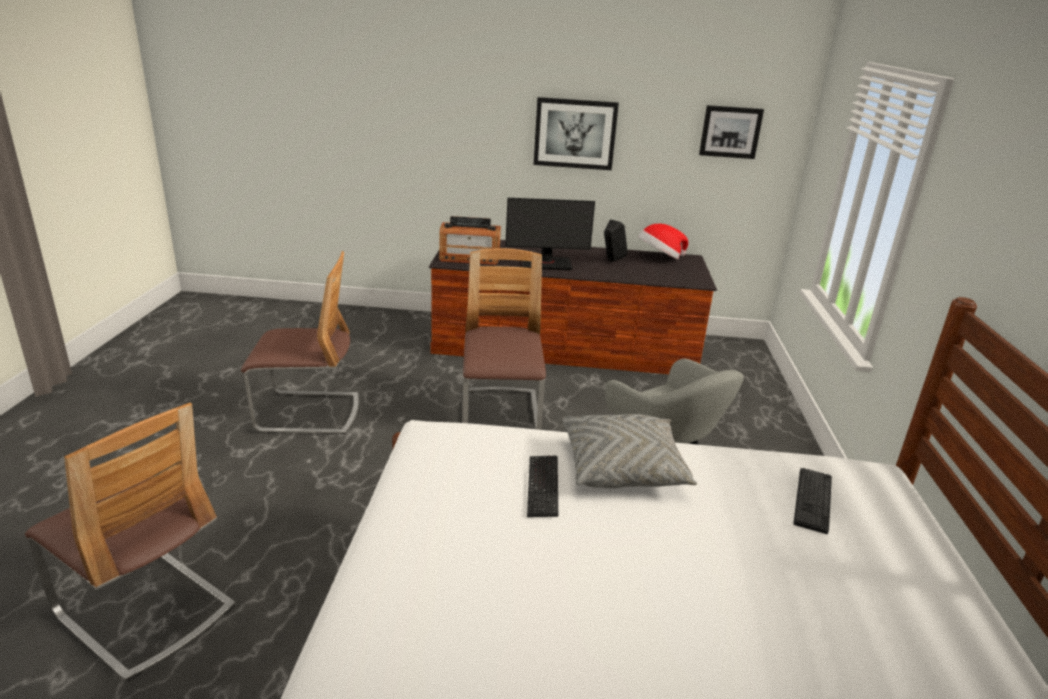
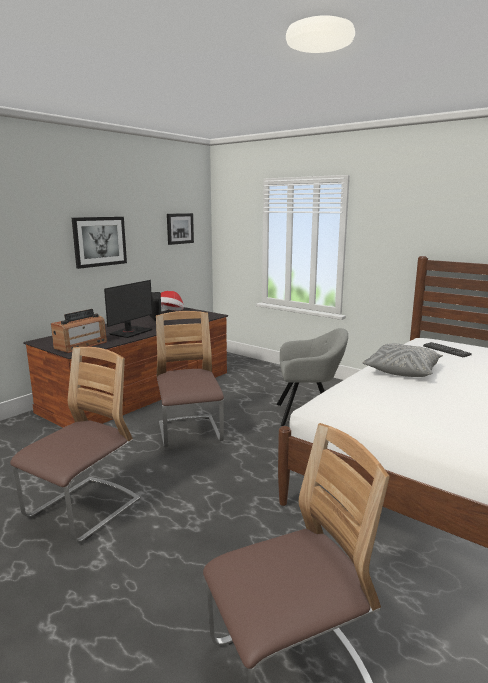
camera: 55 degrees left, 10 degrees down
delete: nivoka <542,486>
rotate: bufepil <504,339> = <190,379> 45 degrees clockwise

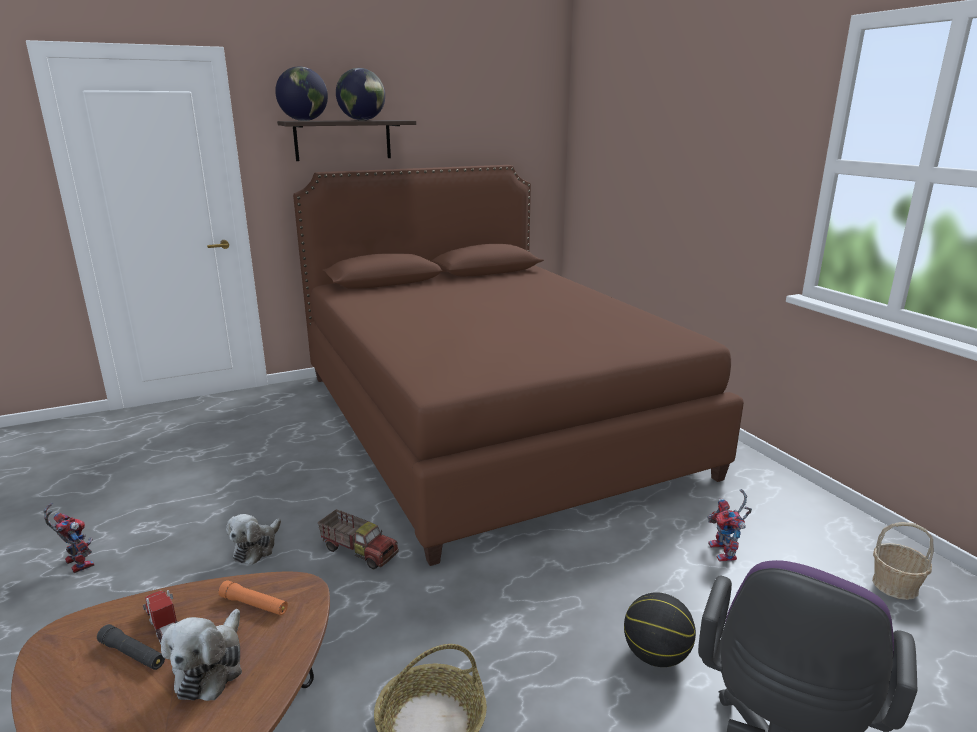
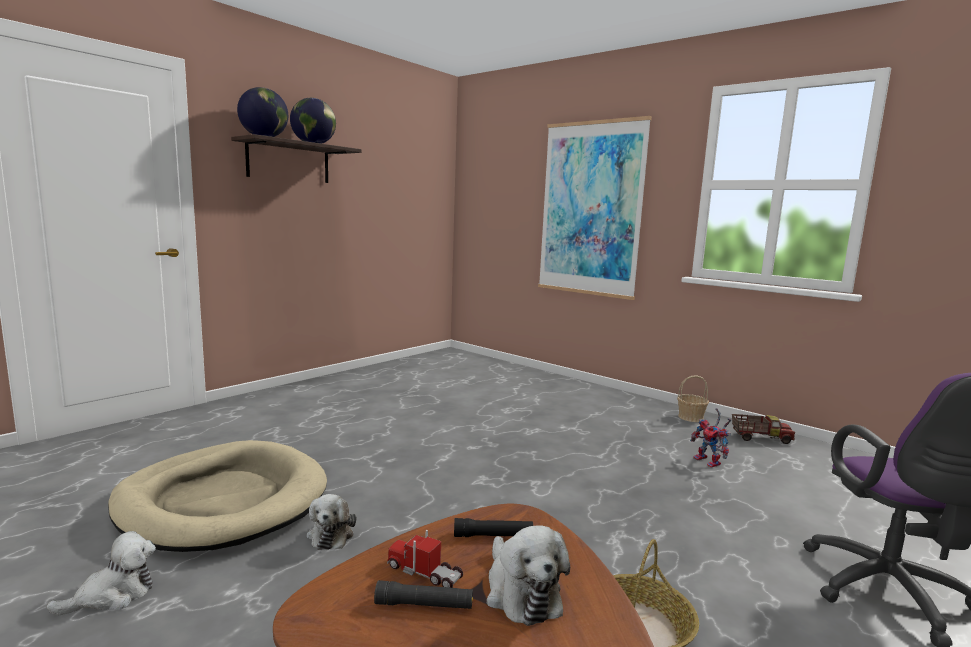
camera: 25 degrees left, 10 degrees down
delete: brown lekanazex <518,365>; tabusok <660,629>
insert: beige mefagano <217,496>; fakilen <595,208>
move: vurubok <358,539> to <763,429>; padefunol <903,561> to <693,398>
replace: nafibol <69,538> to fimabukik <101,573>
recolor: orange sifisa <253,597> to black sifisa <493,527>

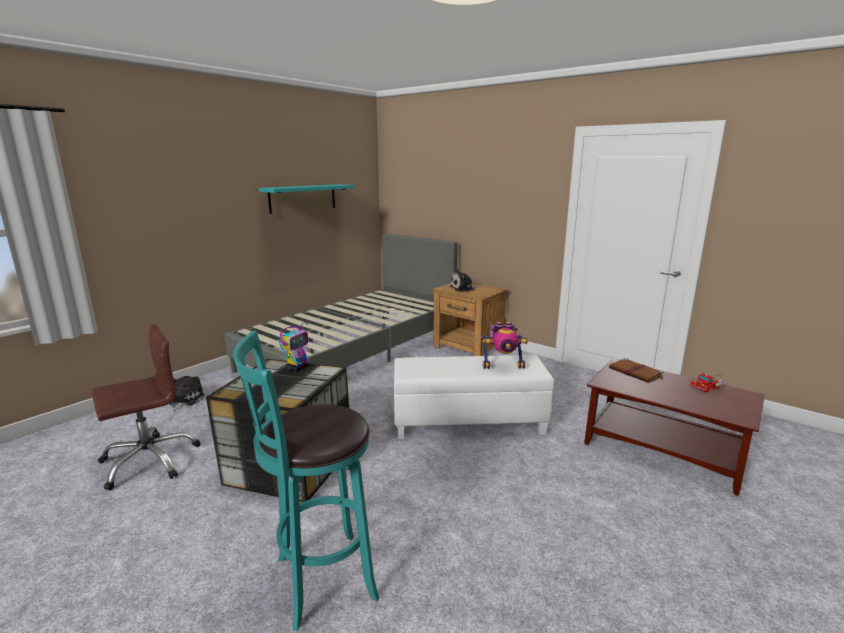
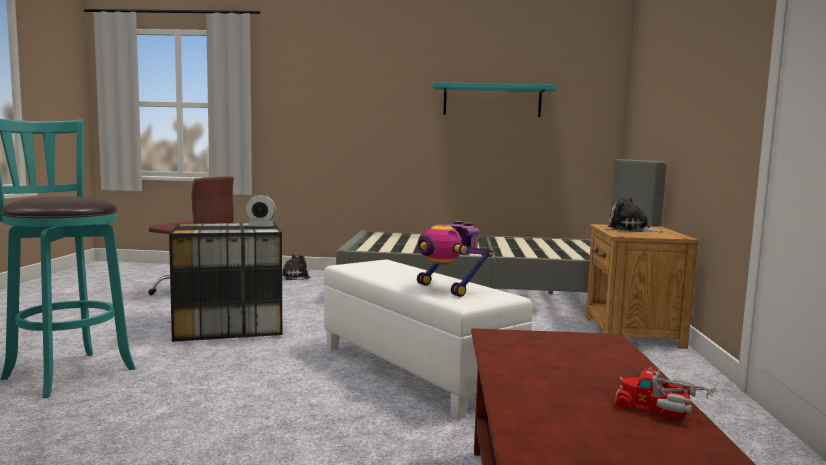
camera: 55 degrees right, 10 degrees down
delete: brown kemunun <636,370>
replace: nafibol <294,347> to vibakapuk <260,211>

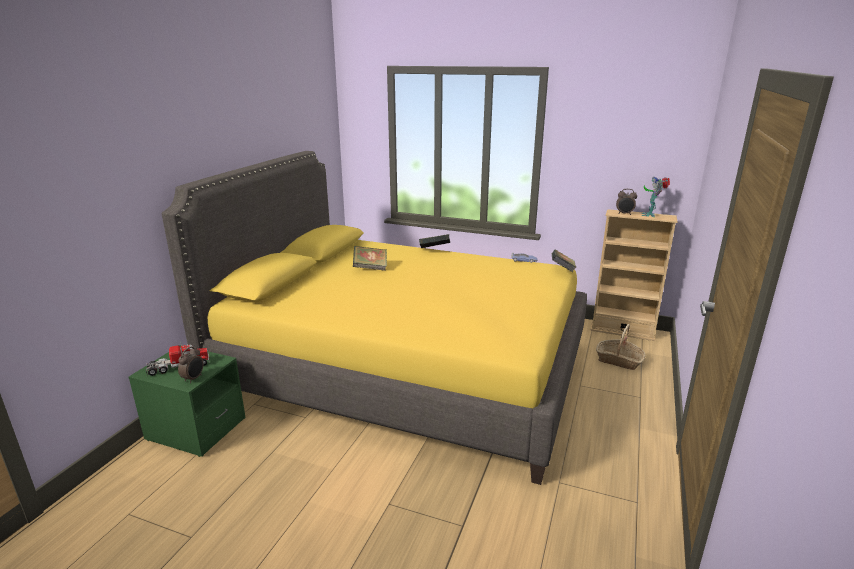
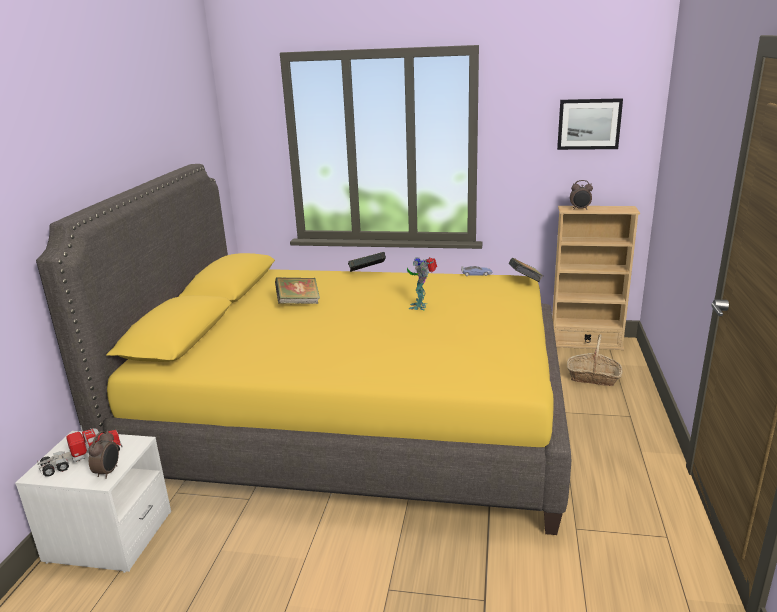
camera: 10 degrees left, 0 degrees up
insert: fakilen <590,124>
move: nafibol <656,197> to <422,283>
recolor: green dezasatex <187,401> to white dezasatex <93,502>

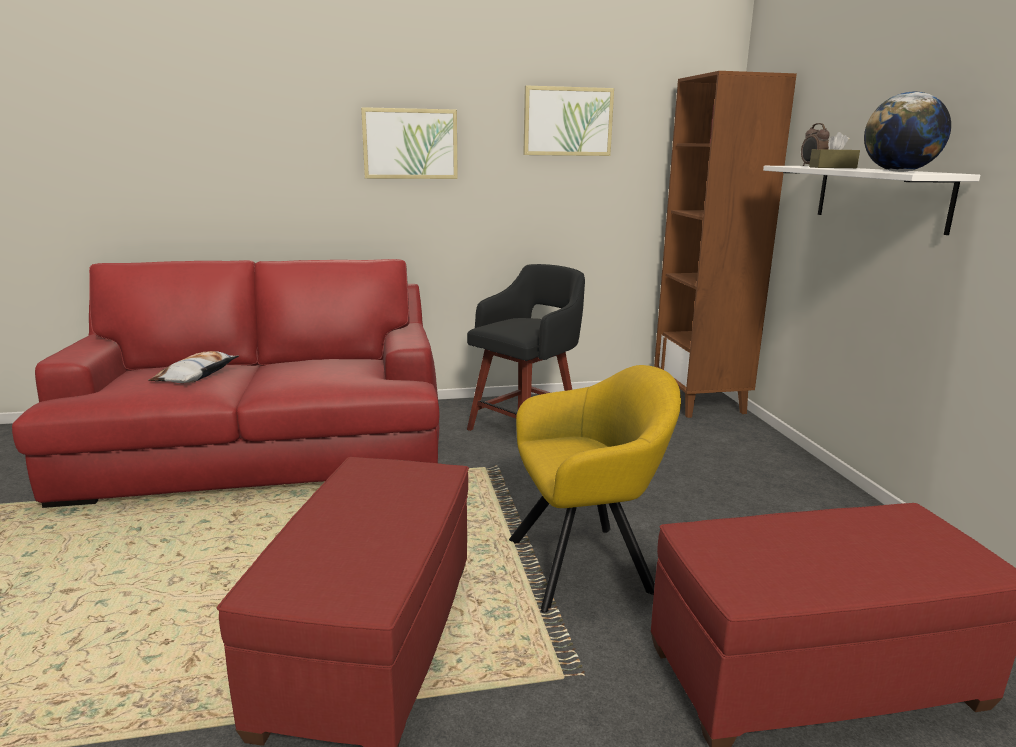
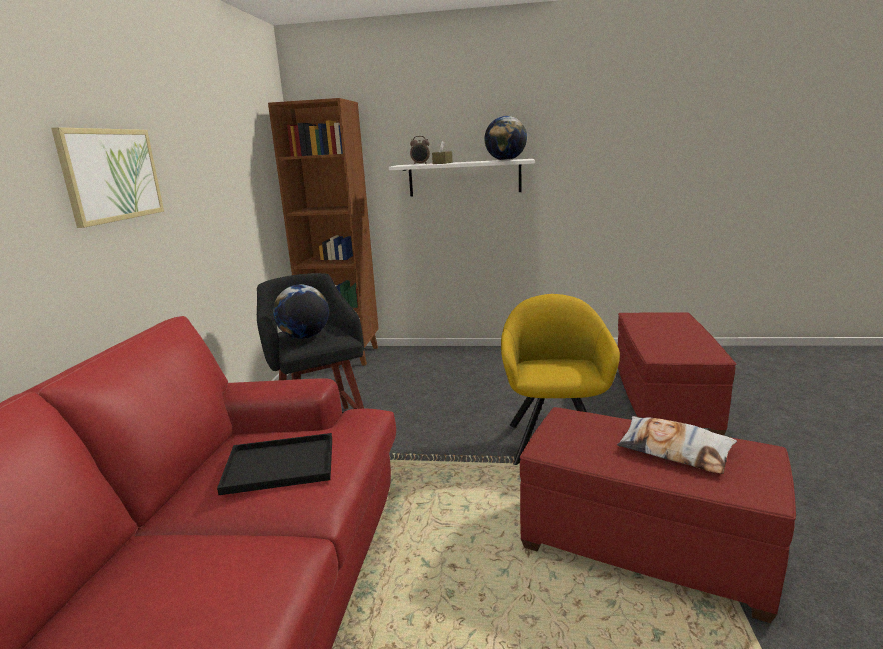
camera: 70 degrees left, 0 degrees up
delete: fakilen <568,121>
insert: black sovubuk <274,464>; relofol <301,312>
move: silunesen <193,367> to <677,445>

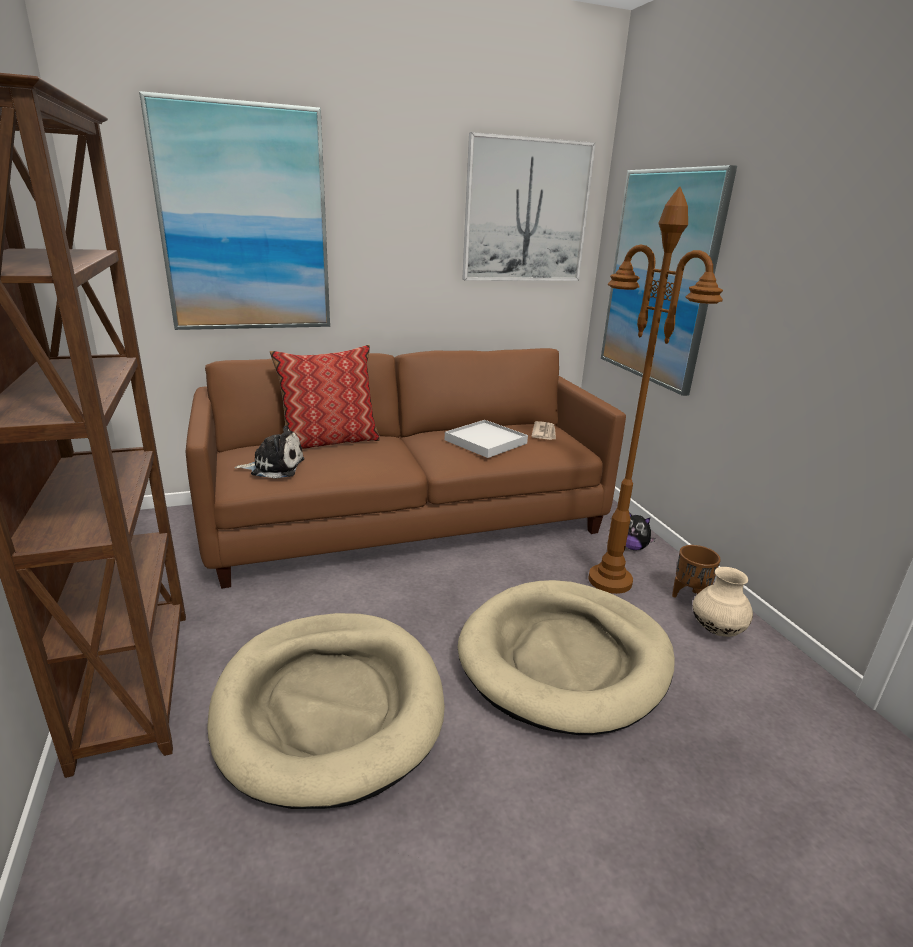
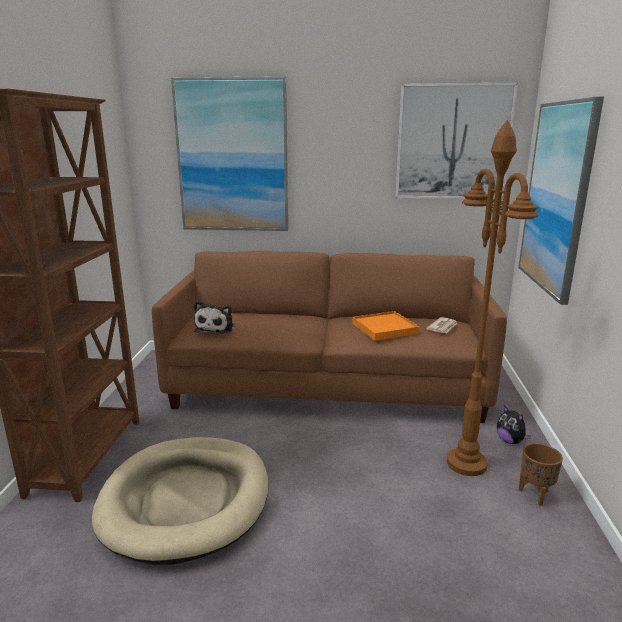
camera: 25 degrees right, 5 degrees down
delete: silunesen <325,397>; beige mefagano <566,657>; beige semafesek <723,602>
recolor: white sovubuk <486,439> to orange sovubuk <386,326>
rotate: fimabukik <269,452> = <214,317> 75 degrees clockwise

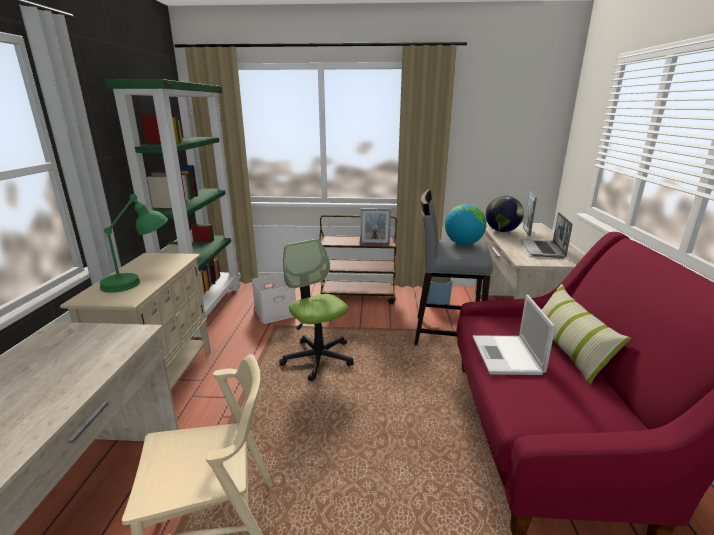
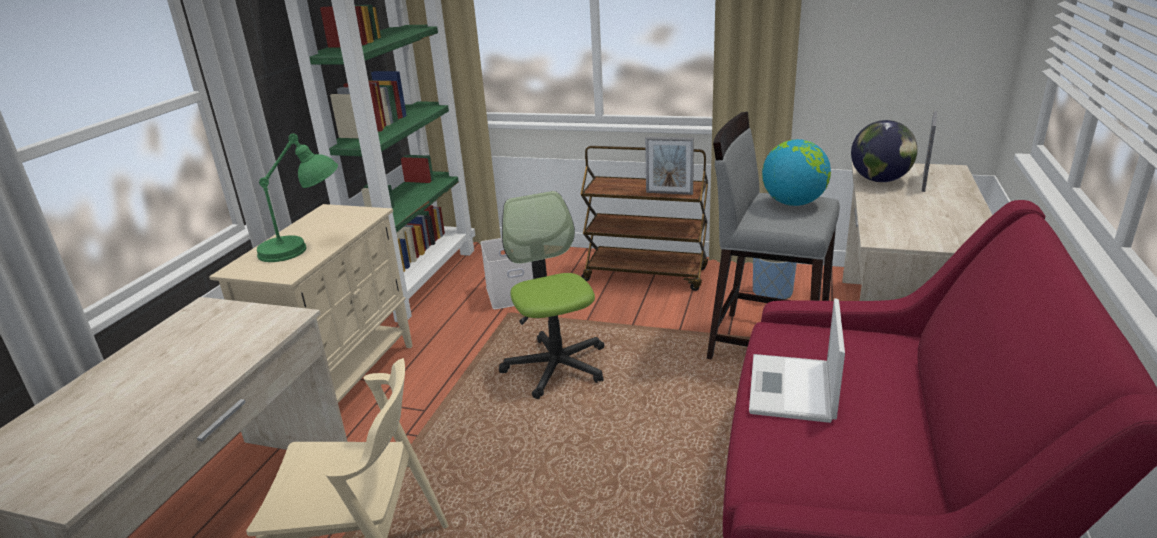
camera: 15 degrees right, 5 degrees up
delete: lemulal <546,235>; silunesen <586,334>

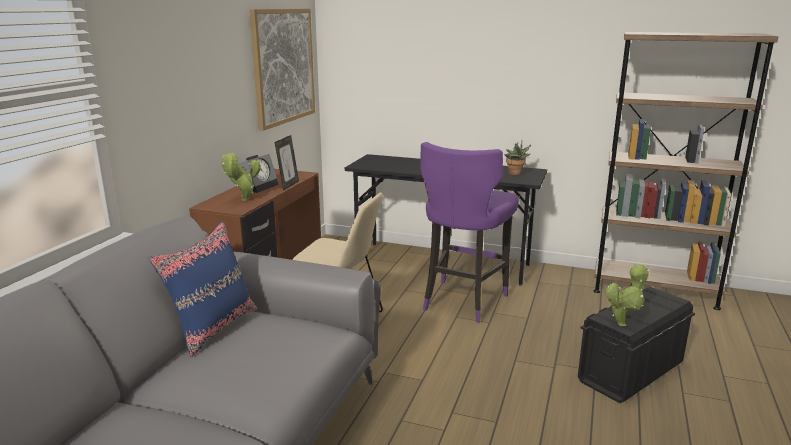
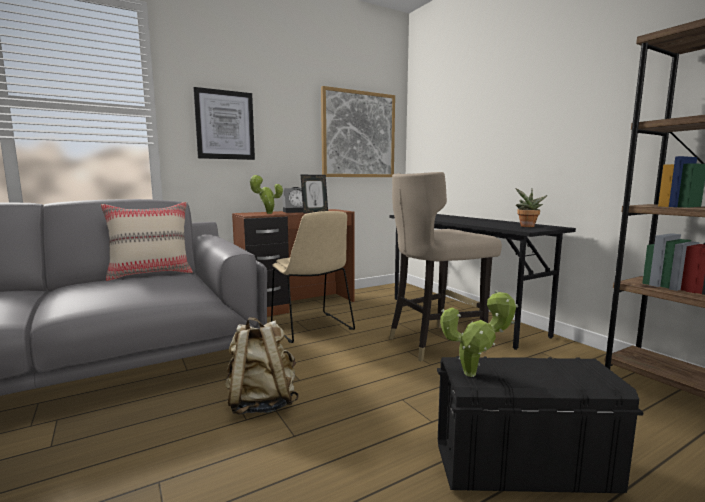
camera: 40 degrees right, 10 degrees down
insert: fakilen <224,123>; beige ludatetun <262,366>
recolor: blue silunesen <203,289> to beige silunesen <147,241>; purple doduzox <469,232> to beige doduzox <445,266>

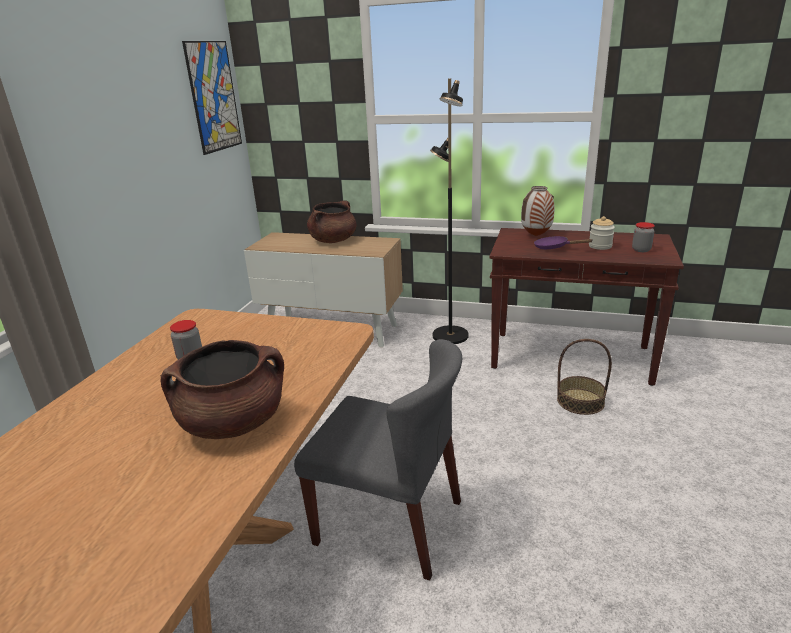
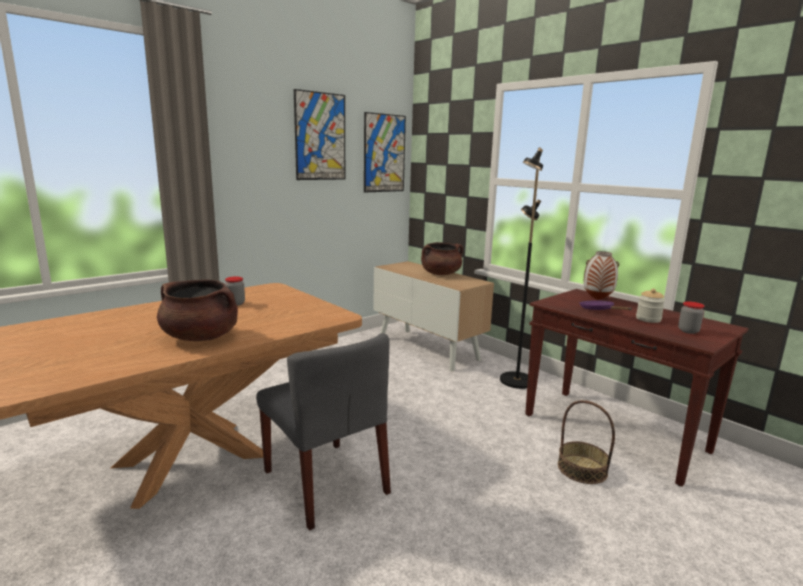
camera: 30 degrees right, 10 degrees down
insert: fakilen <319,134>

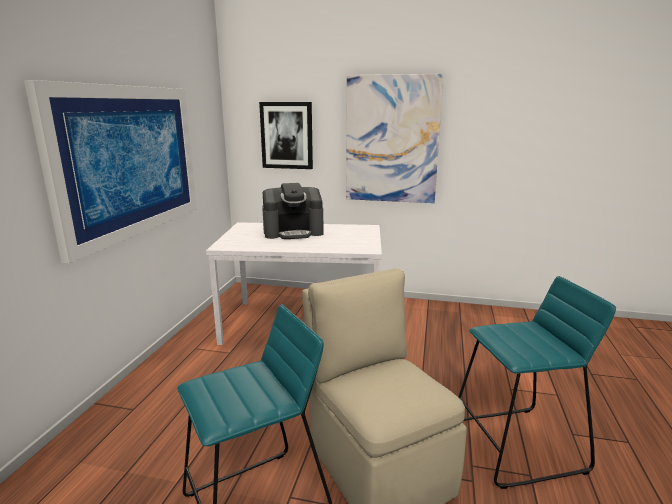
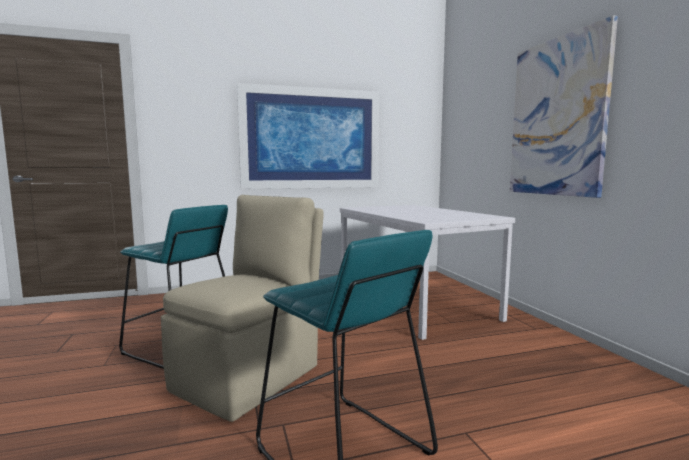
camera: 60 degrees right, 10 degrees down
delete: fakilen <286,135>; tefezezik <292,211>

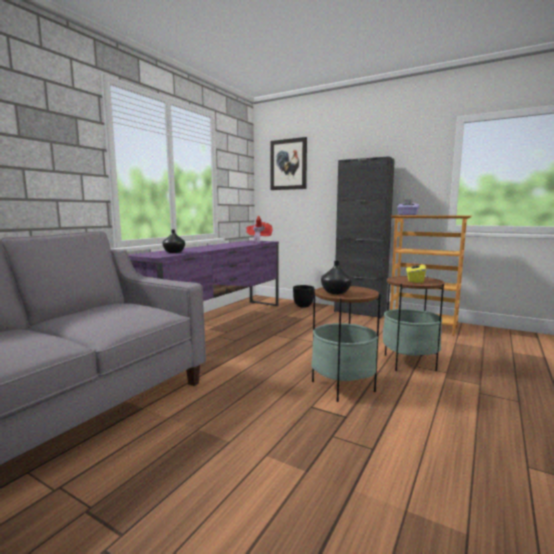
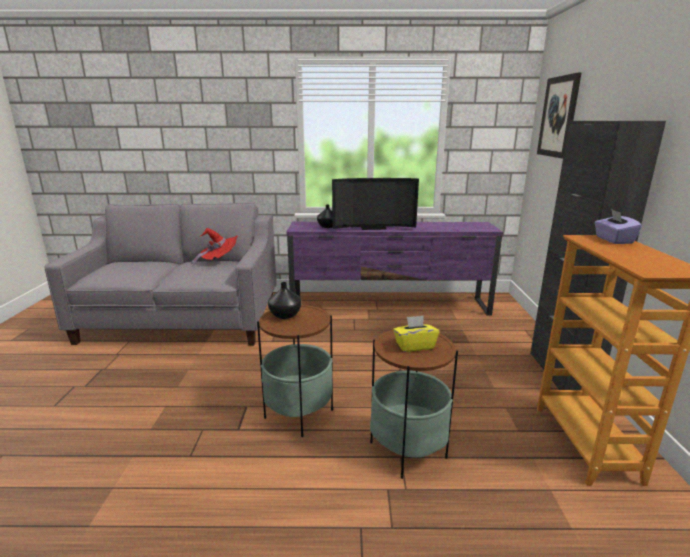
camera: 60 degrees right, 10 degrees up
delete: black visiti <303,296>
insert: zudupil <375,204>
move: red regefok <260,229> to <214,247>

